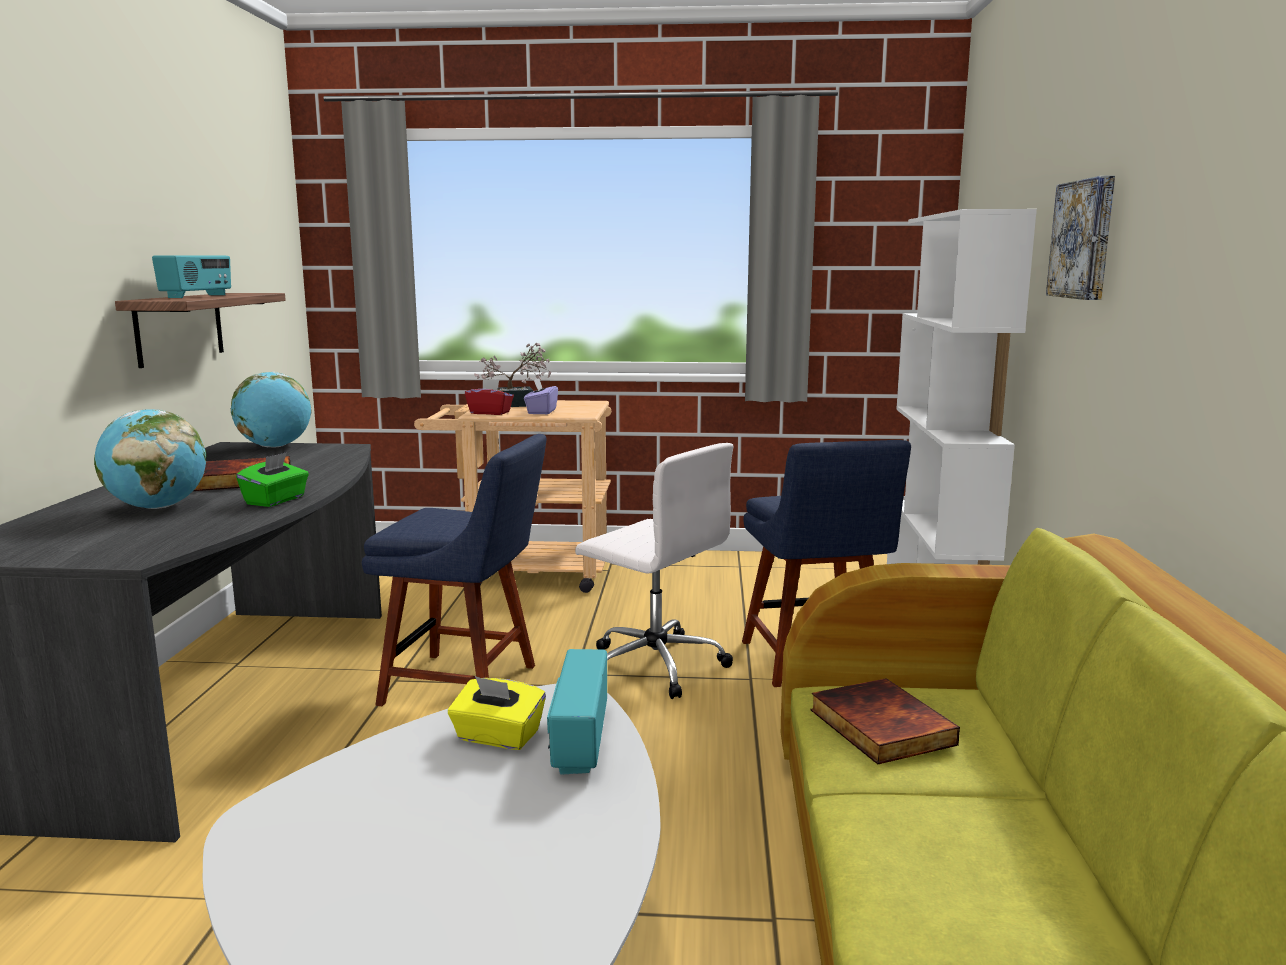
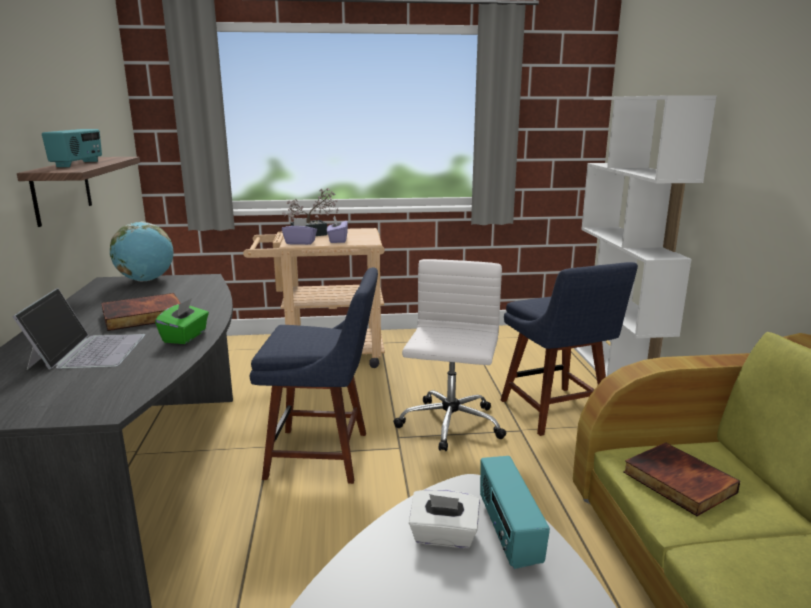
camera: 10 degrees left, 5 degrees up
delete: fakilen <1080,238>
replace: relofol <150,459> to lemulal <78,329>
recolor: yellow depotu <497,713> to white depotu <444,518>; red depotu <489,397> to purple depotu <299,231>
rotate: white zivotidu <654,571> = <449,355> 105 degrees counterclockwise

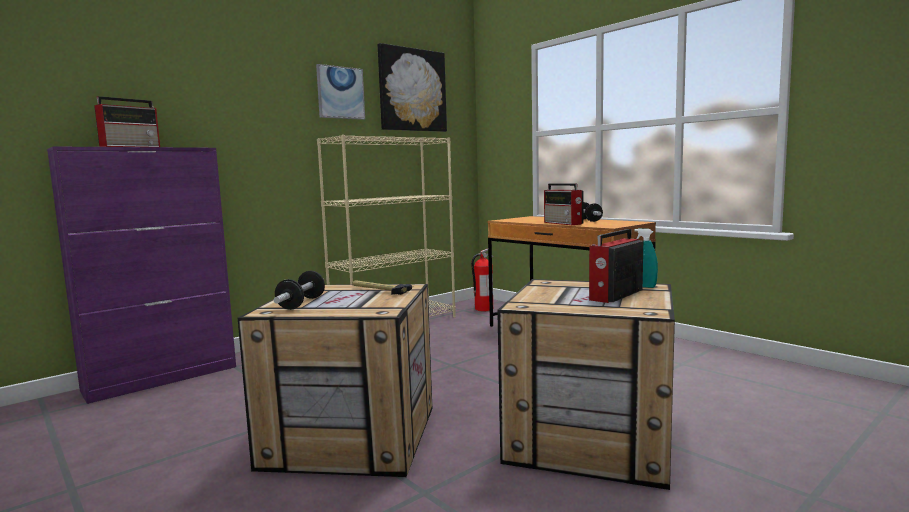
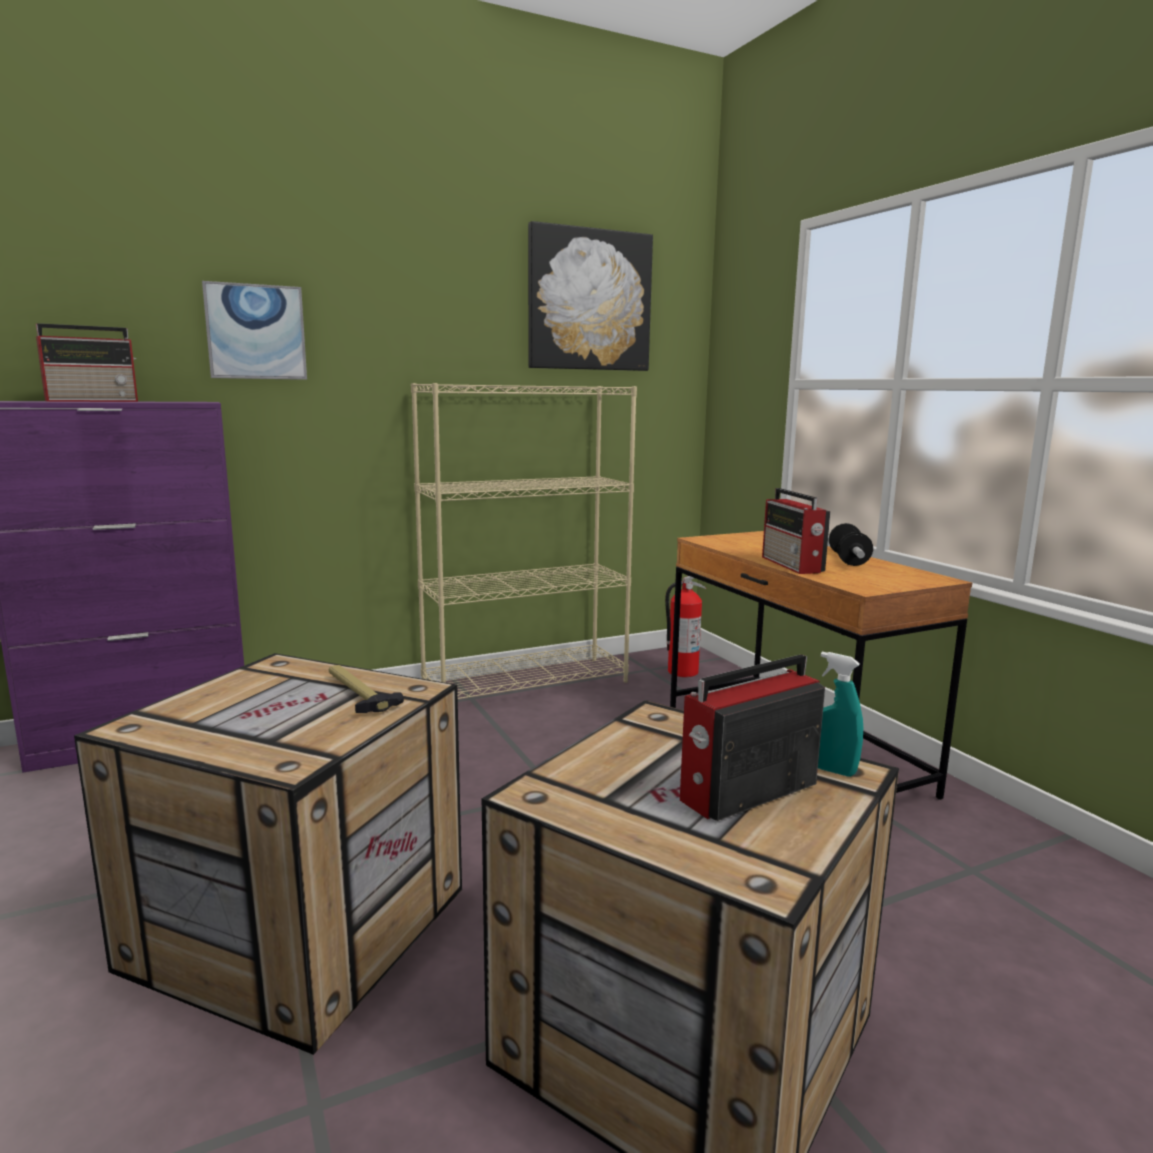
camera: 15 degrees right, 5 degrees up
delete: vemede <299,290>
move: fakilen <340,92> to <254,330>

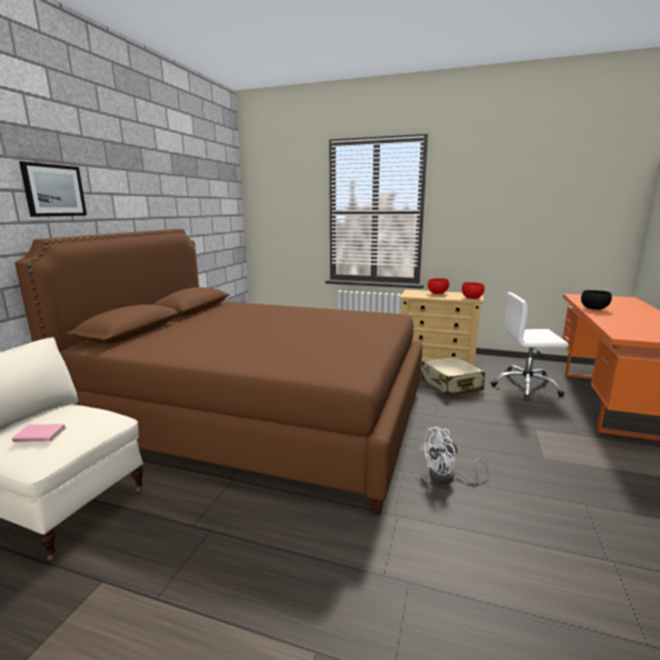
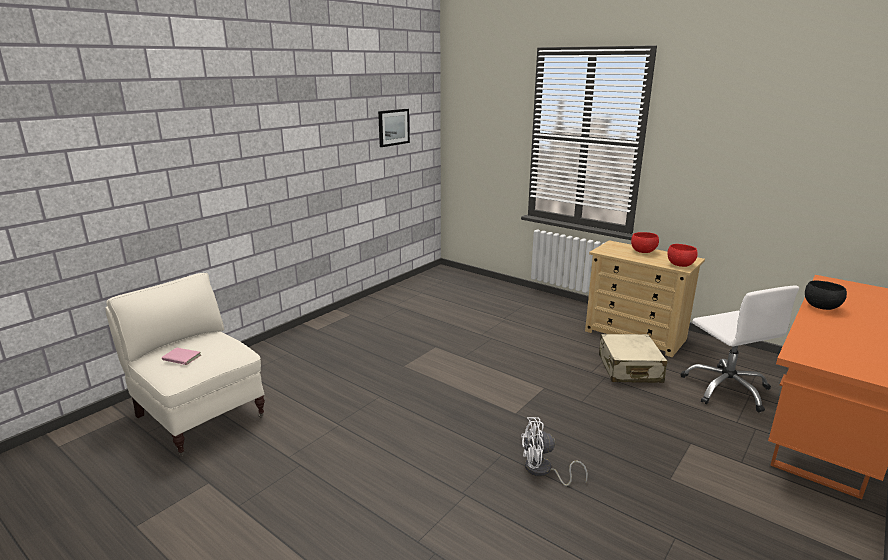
camera: 20 degrees right, 5 degrees up
delete: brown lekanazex <219,372>
move: fakilen <53,189> to <394,128>
rotate: white zivotidu <530,346> = <740,348> 135 degrees counterclockwise

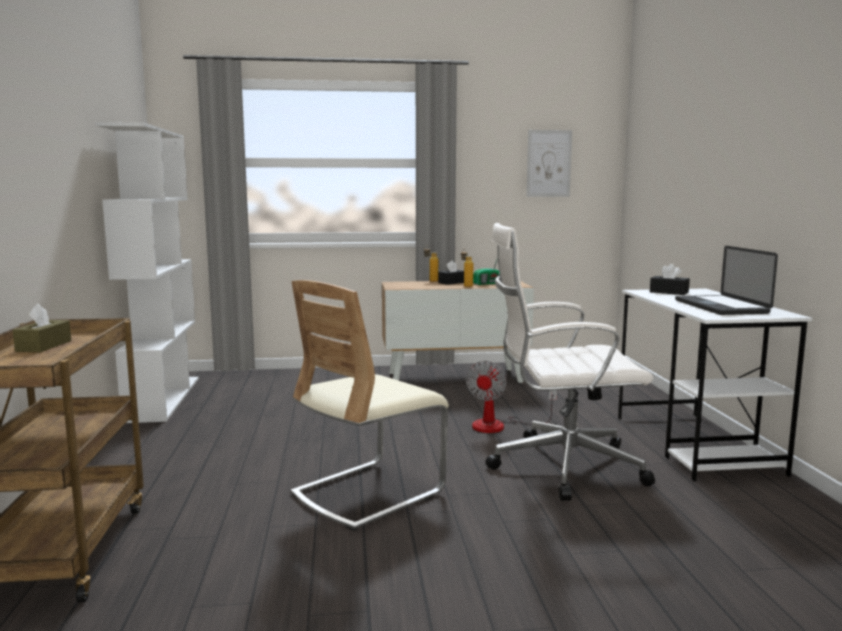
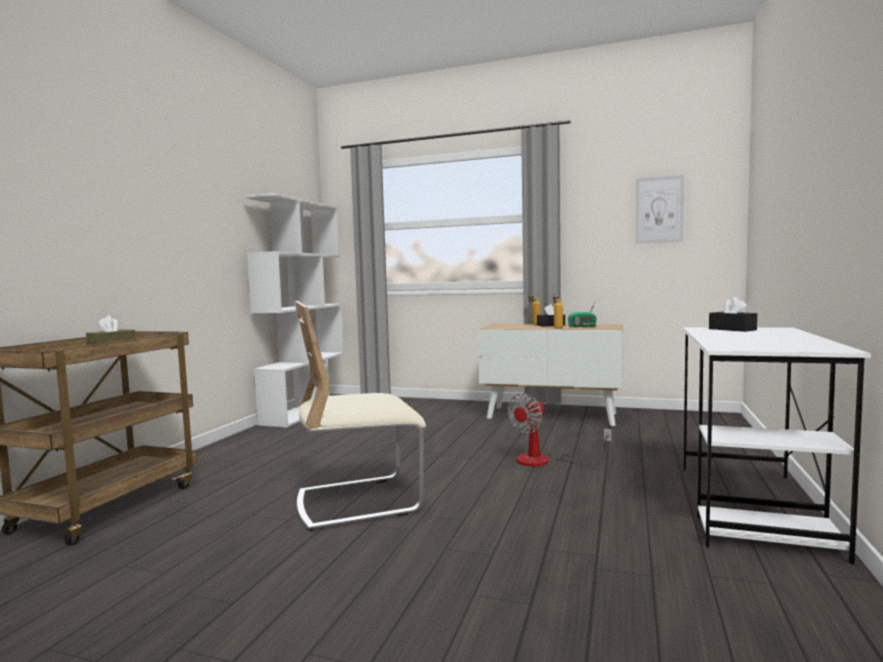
camera: 25 degrees right, 5 degrees down
delete: white zivotidu <570,362>; lemulal <726,280>

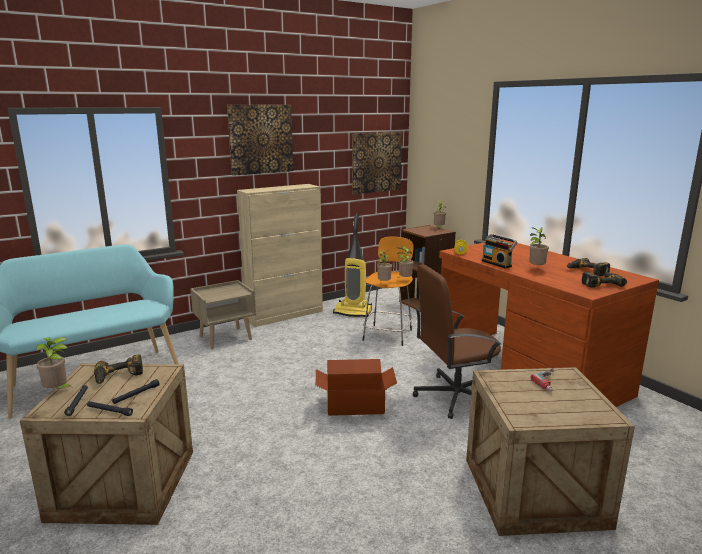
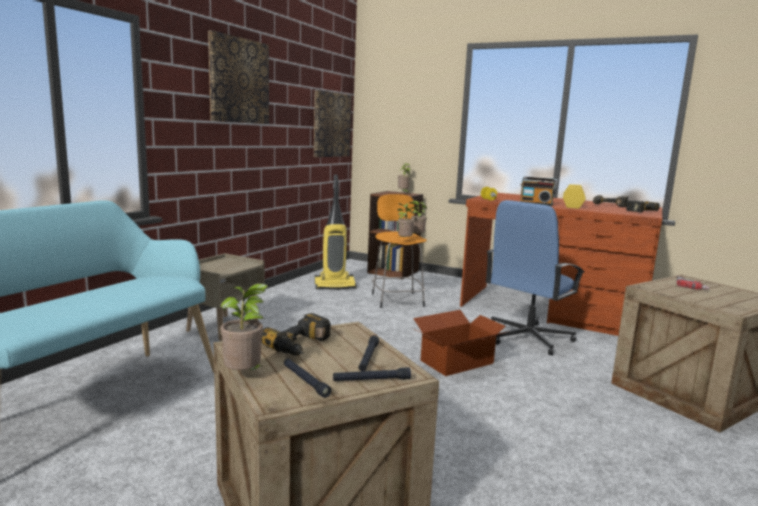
camera: 30 degrees left, 5 degrees down
delete: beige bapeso <280,255>
replace: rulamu <538,246> to yellow vemede <574,196>
recolor: brown zivotidu <457,341> to blue zivotidu <535,277>

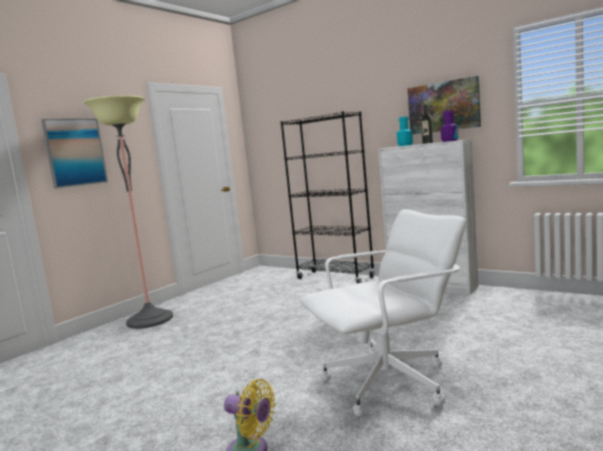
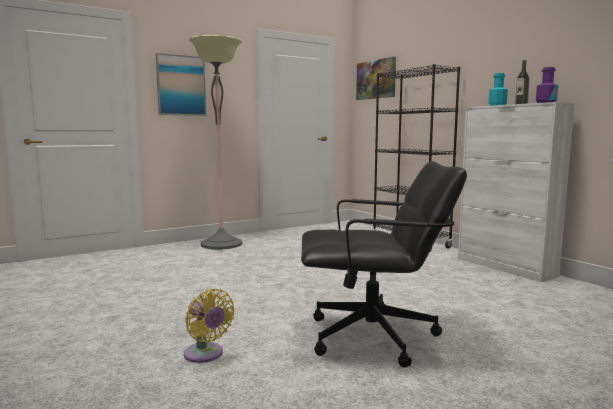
camera: 20 degrees right, 0 degrees up
move: fakilen <444,105> to <376,78>
recolor: white zivotidu <383,313> to black zivotidu <384,264>

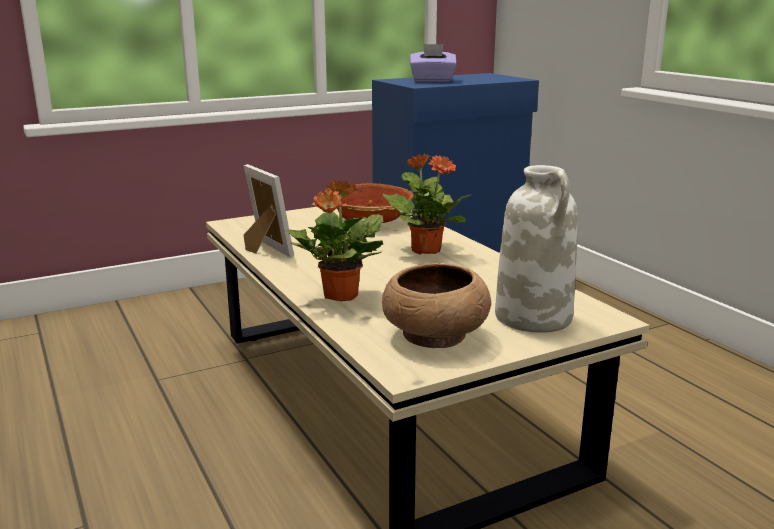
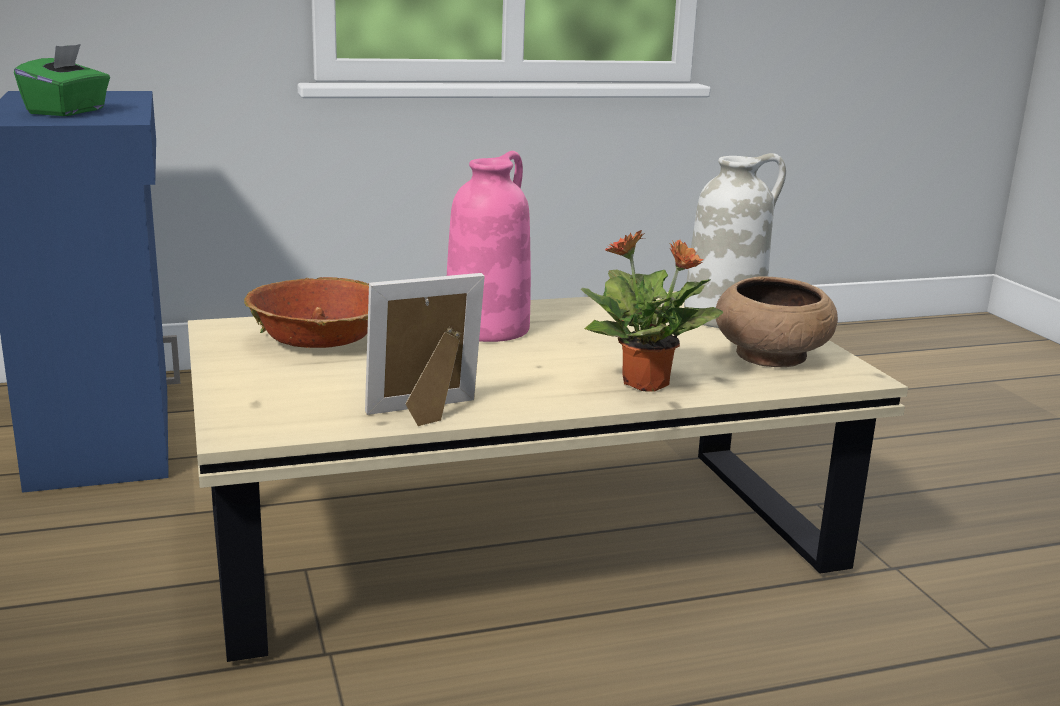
camera: 80 degrees left, 0 degrees up
replace: rulamu <426,203> to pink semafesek <489,246>
recolor: purple depotu <433,63> to green depotu <62,80>

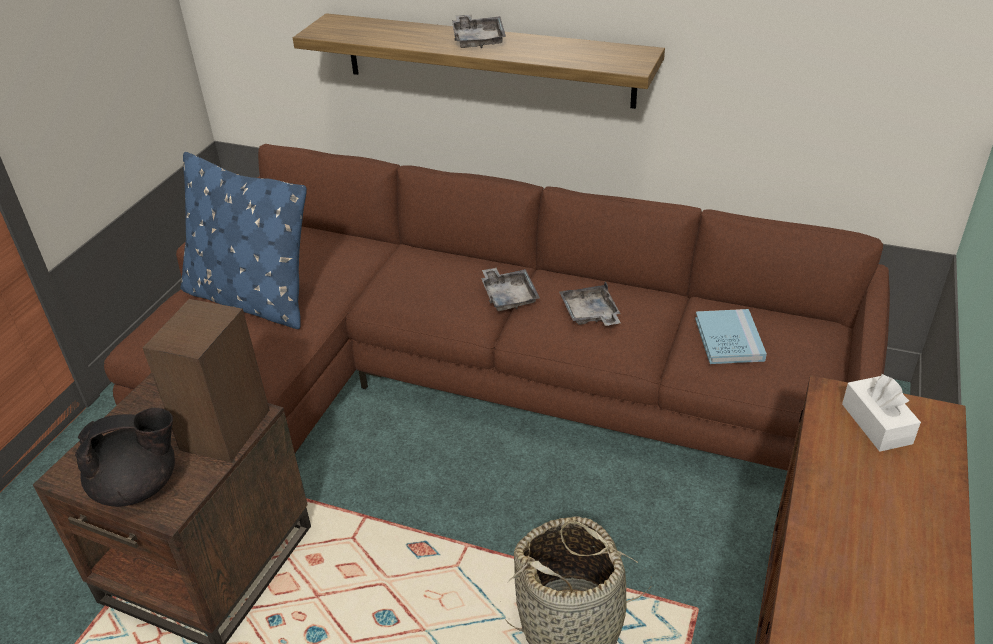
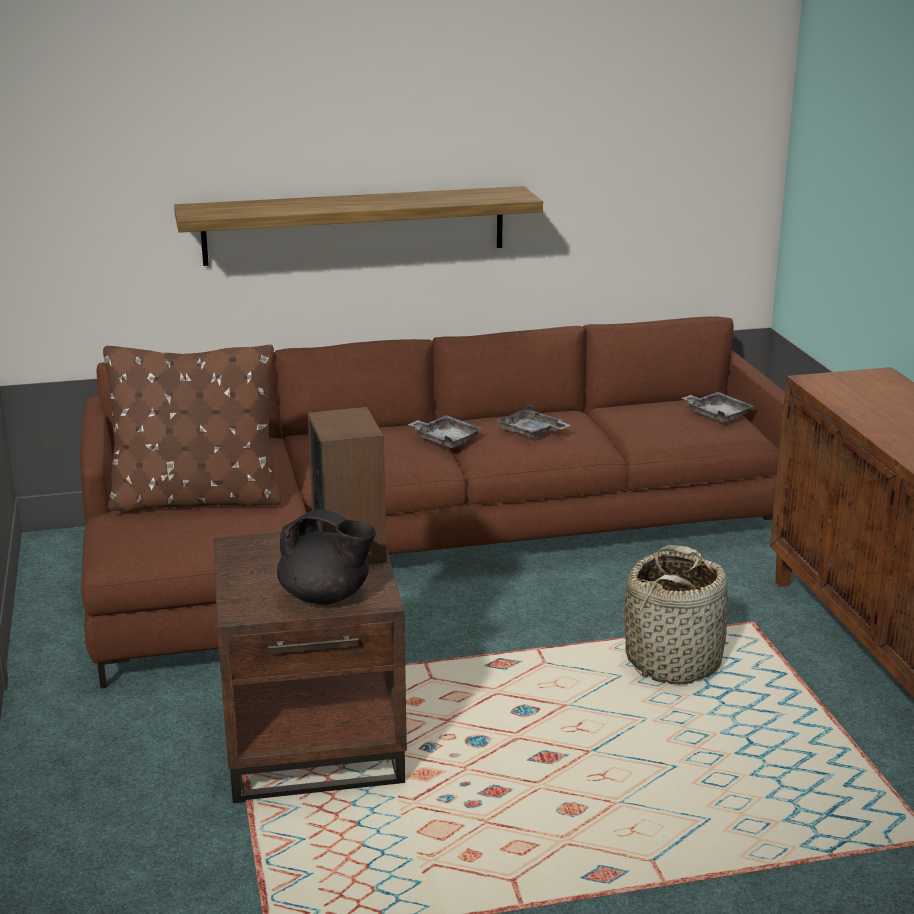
camera: 35 degrees left, 15 degrees down
delete: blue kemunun <731,336>; white depotu <881,412>
move: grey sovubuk <479,31> to <717,407>
recolor: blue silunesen <244,240> to brown silunesen <192,427>
rotate: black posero <125,457> = <326,557> 75 degrees clockwise

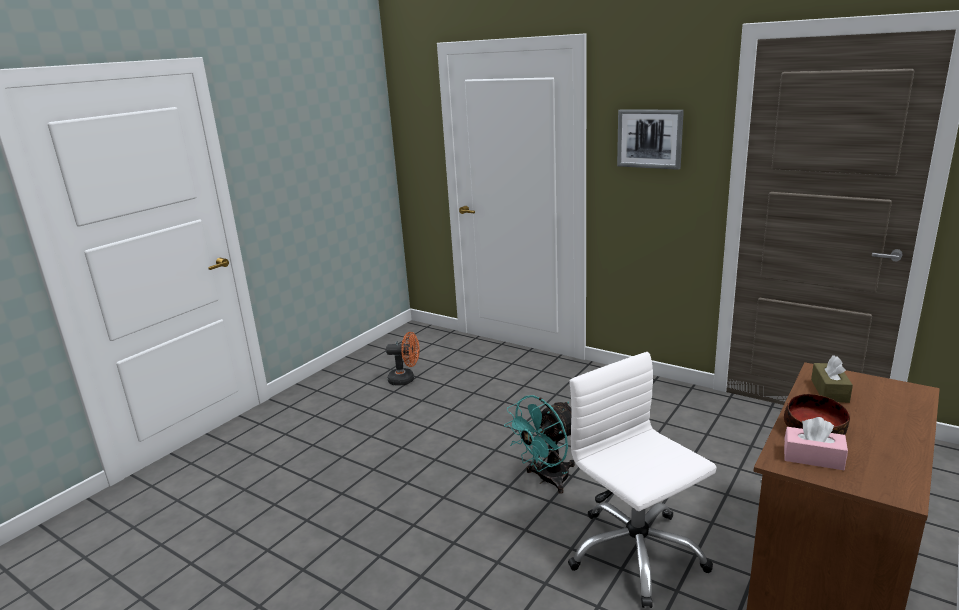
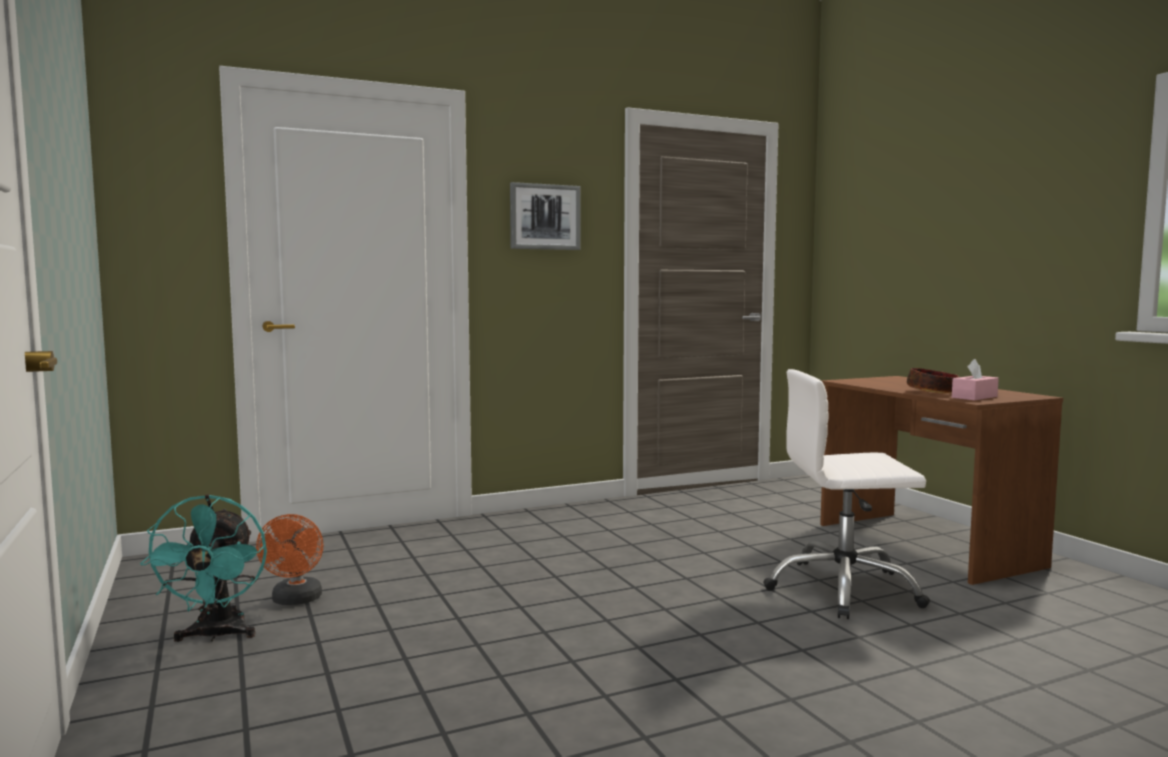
camera: 60 degrees left, 15 degrees down
delete: brown depotu <832,379>
move: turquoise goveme <539,444> to <203,568>
rotate: orange goveme <403,359> = <289,559> 135 degrees clockwise

